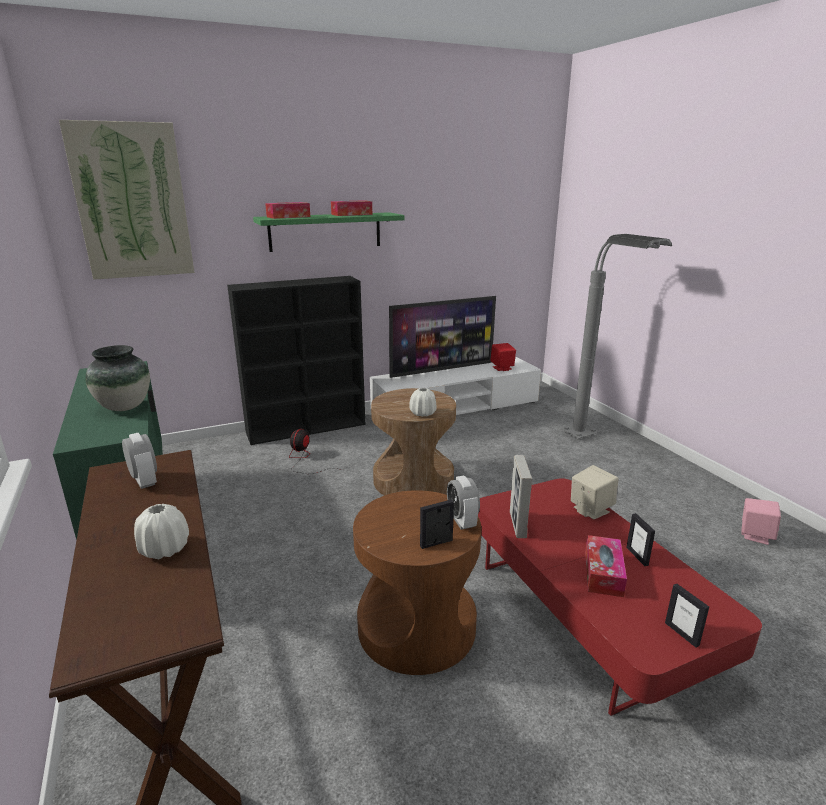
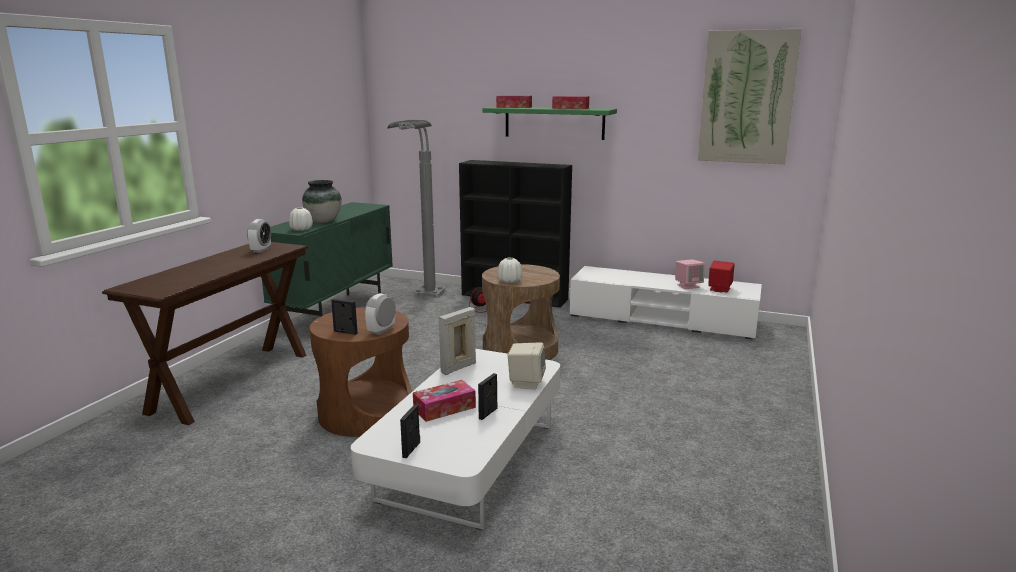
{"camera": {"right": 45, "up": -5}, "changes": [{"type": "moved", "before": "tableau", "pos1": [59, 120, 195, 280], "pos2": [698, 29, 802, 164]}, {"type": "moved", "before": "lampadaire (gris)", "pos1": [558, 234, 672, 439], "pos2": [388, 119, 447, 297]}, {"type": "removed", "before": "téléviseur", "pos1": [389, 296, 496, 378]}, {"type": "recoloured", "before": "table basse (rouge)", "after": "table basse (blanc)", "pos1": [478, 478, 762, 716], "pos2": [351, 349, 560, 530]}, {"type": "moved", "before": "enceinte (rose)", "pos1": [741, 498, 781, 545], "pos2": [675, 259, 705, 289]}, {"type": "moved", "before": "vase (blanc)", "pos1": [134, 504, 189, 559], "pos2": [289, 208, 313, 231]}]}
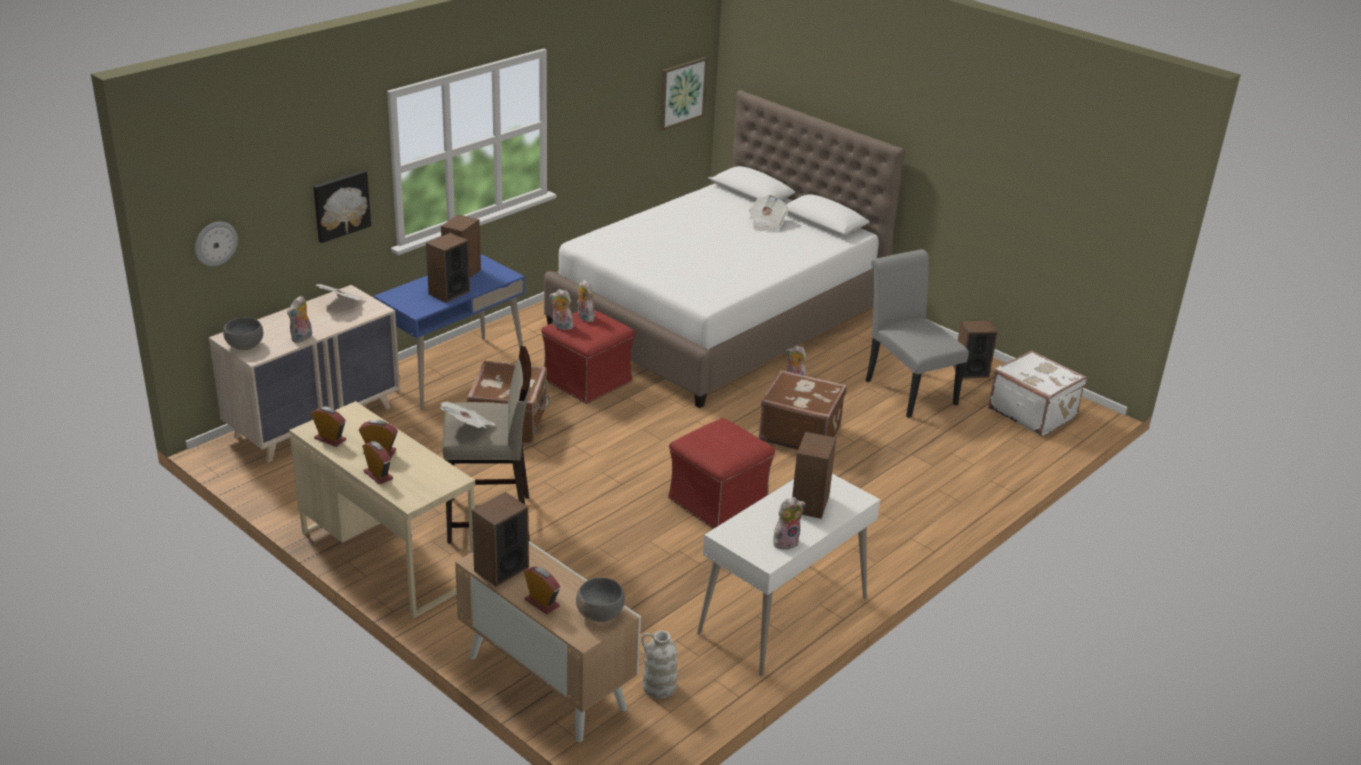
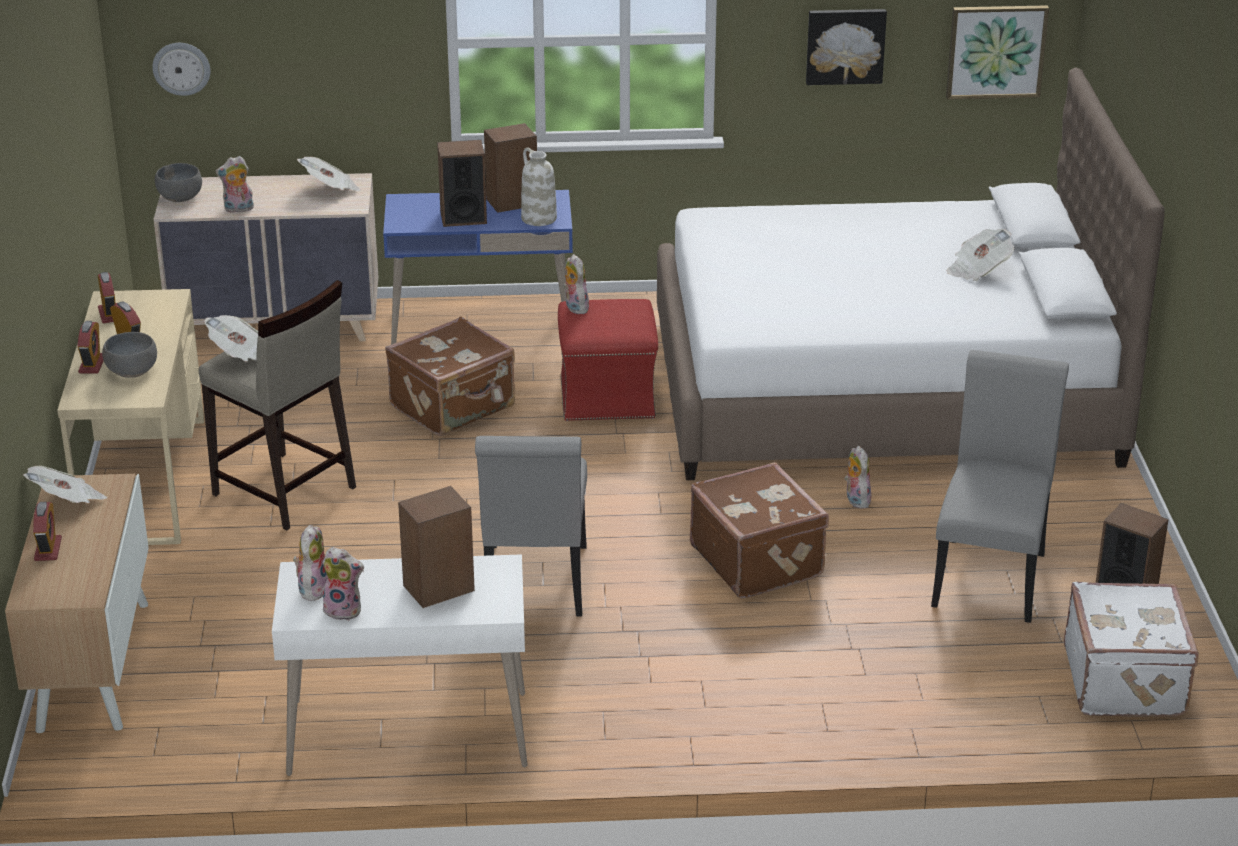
{"camera": {"right": 45, "up": 0}, "changes": [{"type": "moved", "before": "tableau", "pos1": [313, 170, 371, 243], "pos2": [806, 9, 887, 85]}, {"type": "moved", "before": "peluche", "pos1": [577, 280, 595, 322], "pos2": [293, 525, 328, 601]}, {"type": "replaced", "before": "pouf (rouge)", "after": "chaise (gris)", "pos1": [668, 418, 775, 529], "pos2": [475, 436, 587, 616]}, {"type": "replaced", "before": "enceinte", "after": "journal", "pos1": [472, 492, 529, 586], "pos2": [23, 466, 107, 503]}, {"type": "moved", "before": "bol (gris)", "pos1": [576, 577, 625, 622], "pos2": [102, 332, 157, 378]}, {"type": "moved", "before": "vase (blanc)", "pos1": [641, 631, 677, 699], "pos2": [521, 147, 557, 226]}]}
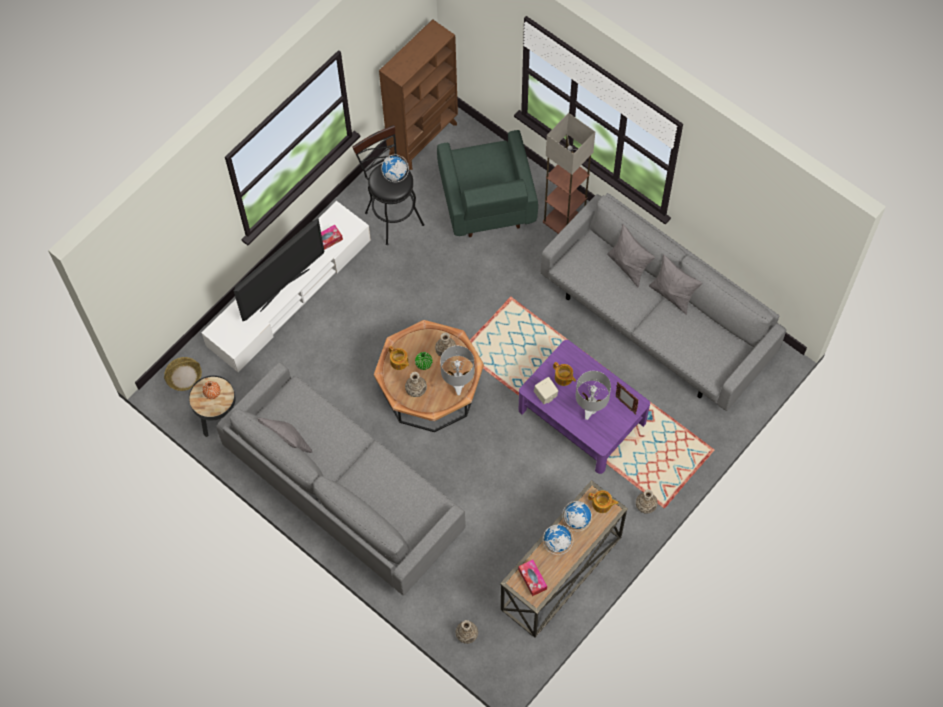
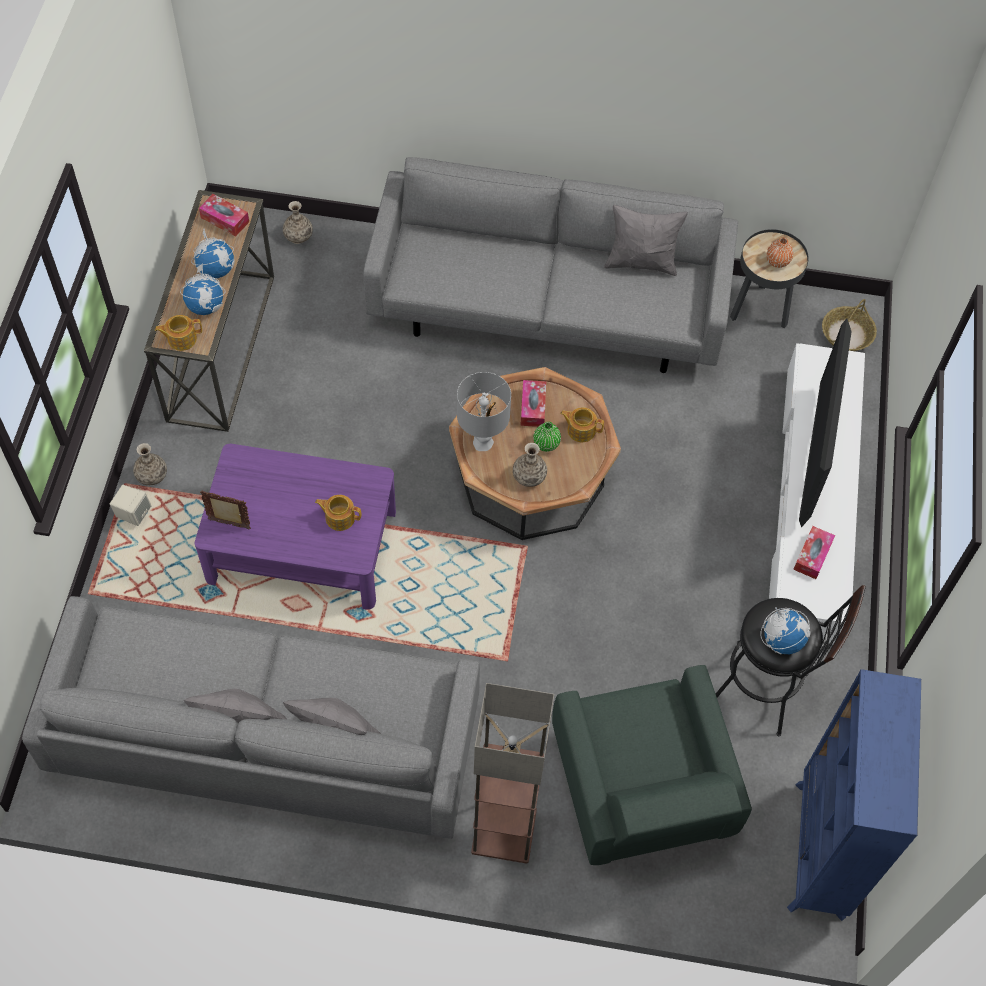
{"camera": {"right": 145, "up": -5}, "changes": [{"type": "recoloured", "before": "bibliothèque (marron)", "after": "bibliothèque (bleu)", "pos1": [379, 19, 458, 170], "pos2": [787, 669, 921, 921]}, {"type": "turned", "before": "fauteuil (vert)", "pos1": [437, 130, 538, 237], "pos2": [552, 665, 752, 865], "turn": -150}, {"type": "removed", "before": "lampe de table (gris)", "pos1": [576, 371, 611, 420]}, {"type": "replaced", "before": "vase", "after": "boîte à mouchoirs", "pos1": [405, 372, 427, 397], "pos2": [520, 380, 546, 427]}, {"type": "moved", "before": "enceinte (beige)", "pos1": [534, 377, 558, 404], "pos2": [110, 485, 151, 526]}]}
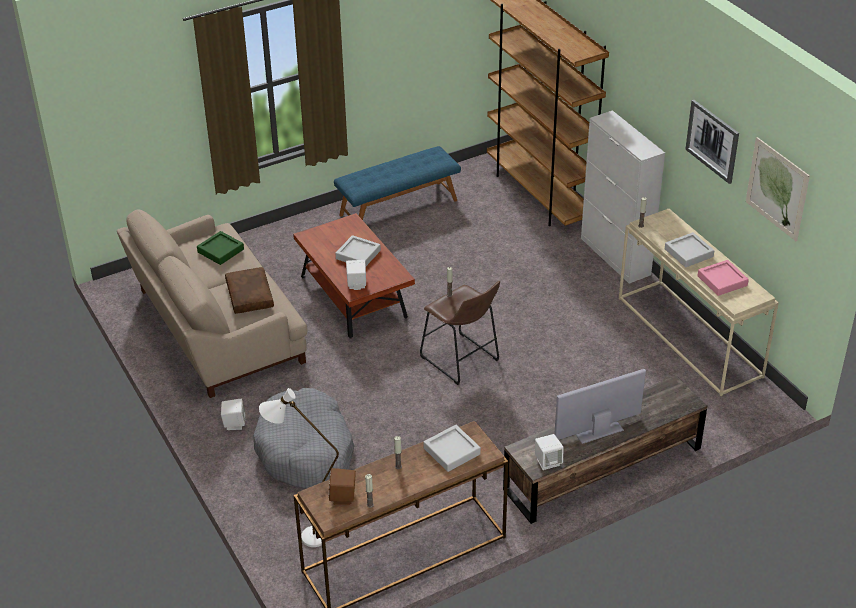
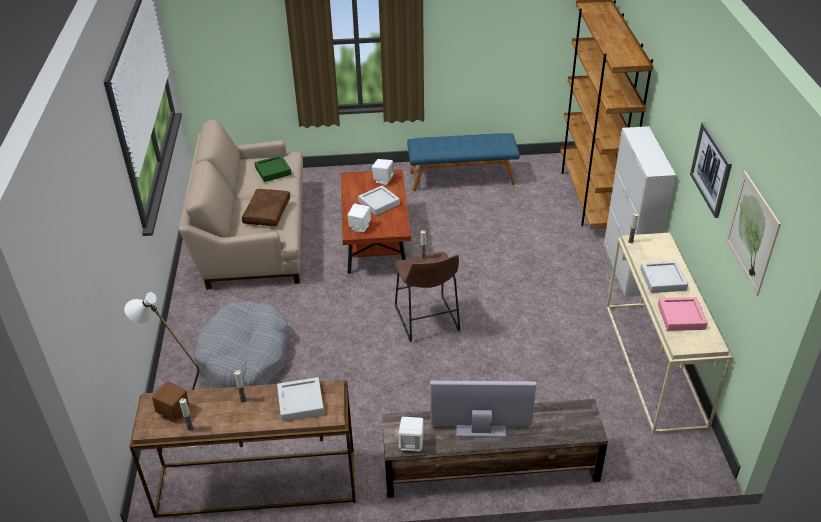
{"camera": {"right": 25, "up": 0}, "changes": [{"type": "moved", "before": "enceinte (blanc)", "pos1": [221, 399, 245, 430], "pos2": [372, 159, 394, 185]}]}
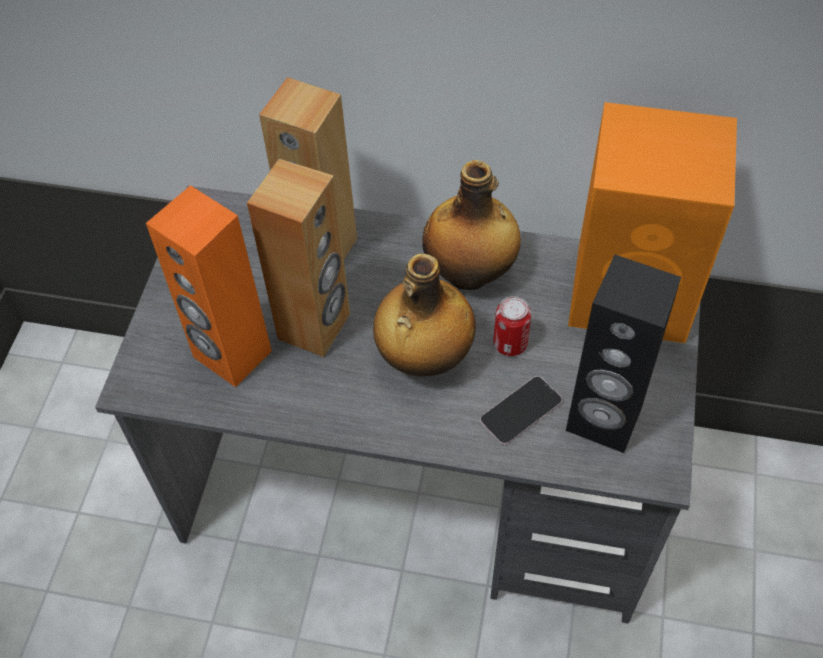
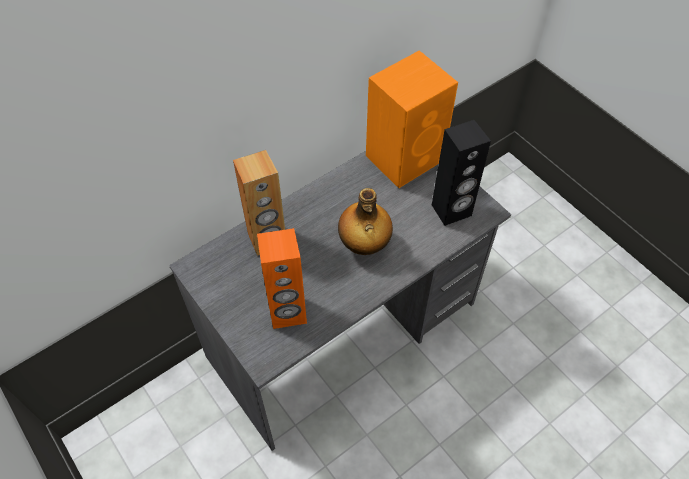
{"camera": {"right": -50, "up": 0}, "changes": [{"type": "removed", "before": "enceinte (marron)", "pos1": [247, 159, 350, 357]}, {"type": "removed", "before": "bouteille", "pos1": [422, 160, 521, 290]}, {"type": "removed", "before": "boîte métallique", "pos1": [493, 296, 531, 356]}, {"type": "removed", "before": "téléphone", "pos1": [480, 376, 562, 445]}]}
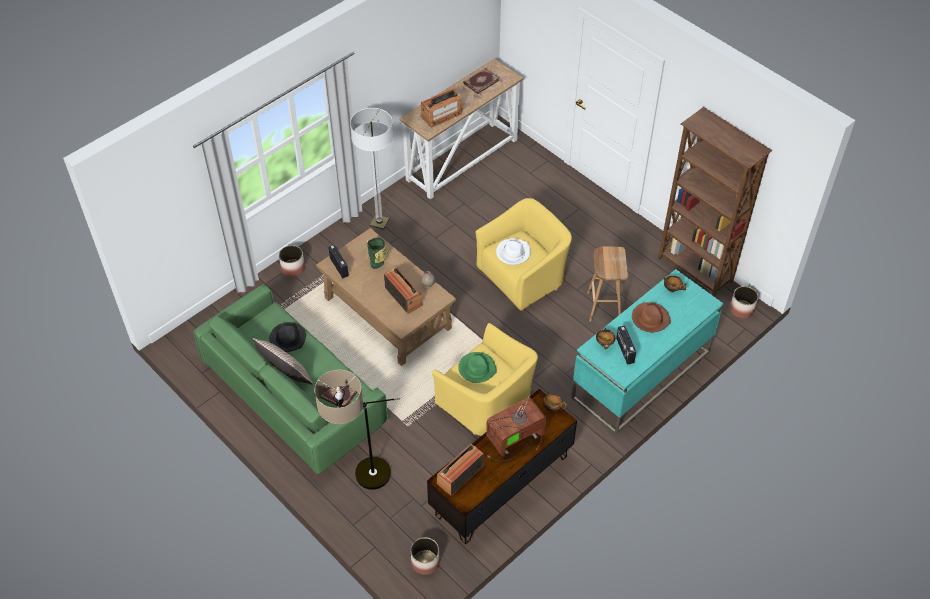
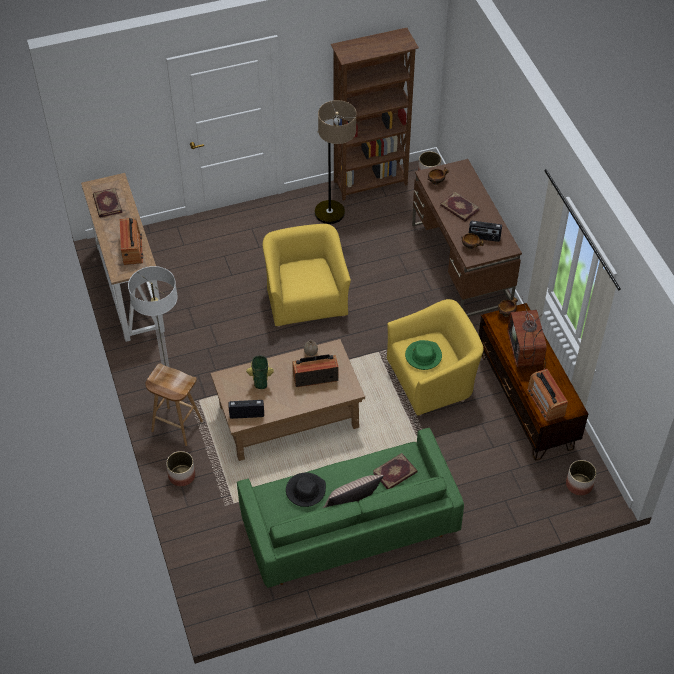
{"camera": {"right": -65, "up": 0}, "changes": [{"type": "removed", "before": "chapeau (blanc)", "pos1": [496, 238, 531, 265]}, {"type": "moved", "before": "tabouret (marron)", "pos1": [587, 247, 628, 322], "pos2": [146, 364, 203, 446]}, {"type": "recoloured", "before": "bureau (turquoise)", "after": "bureau (marron)", "pos1": [572, 269, 724, 435], "pos2": [412, 159, 522, 317]}, {"type": "replaced", "before": "chapeau (marron)", "after": "livre", "pos1": [632, 302, 671, 332], "pos2": [440, 192, 480, 222]}, {"type": "moved", "before": "lampadaire", "pos1": [315, 370, 400, 490], "pos2": [315, 100, 356, 224]}]}
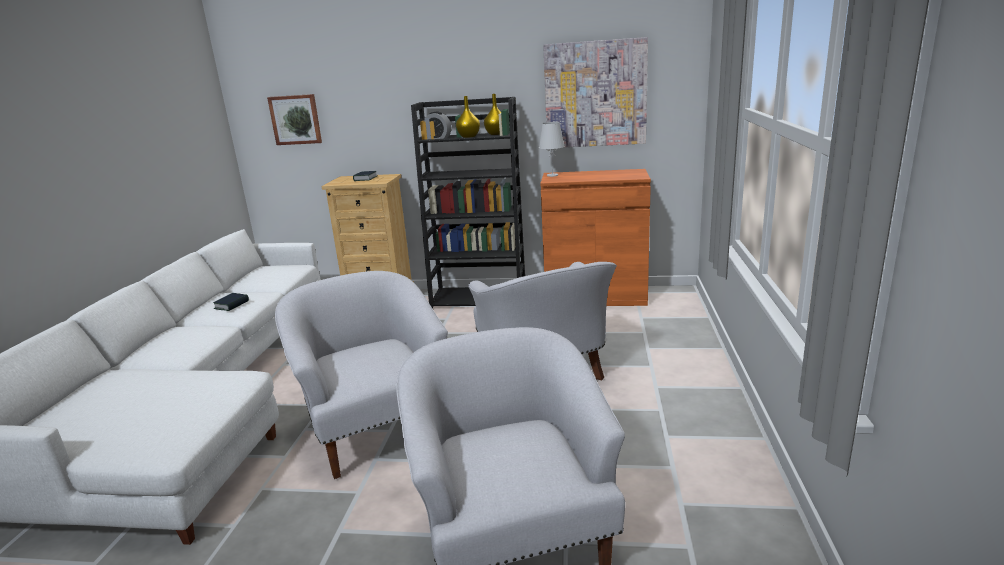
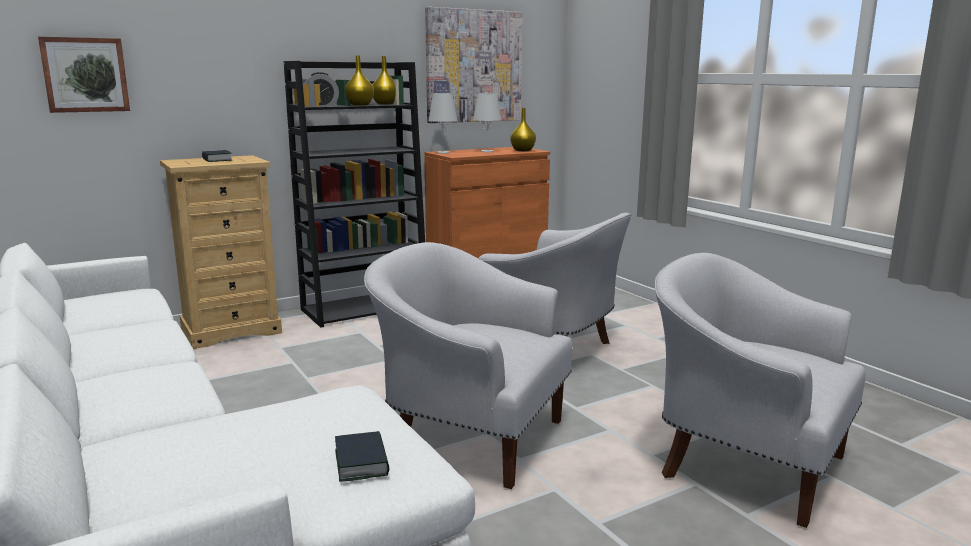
{"camera": {"right": -40, "up": -5}, "changes": [{"type": "moved", "before": "livre", "pos1": [213, 293, 249, 311], "pos2": [335, 431, 389, 482]}, {"type": "added", "after": "lampe de table (blanc)", "pos2": [473, 93, 502, 152]}, {"type": "added", "after": "vase (jaune)", "pos2": [510, 108, 536, 151]}]}
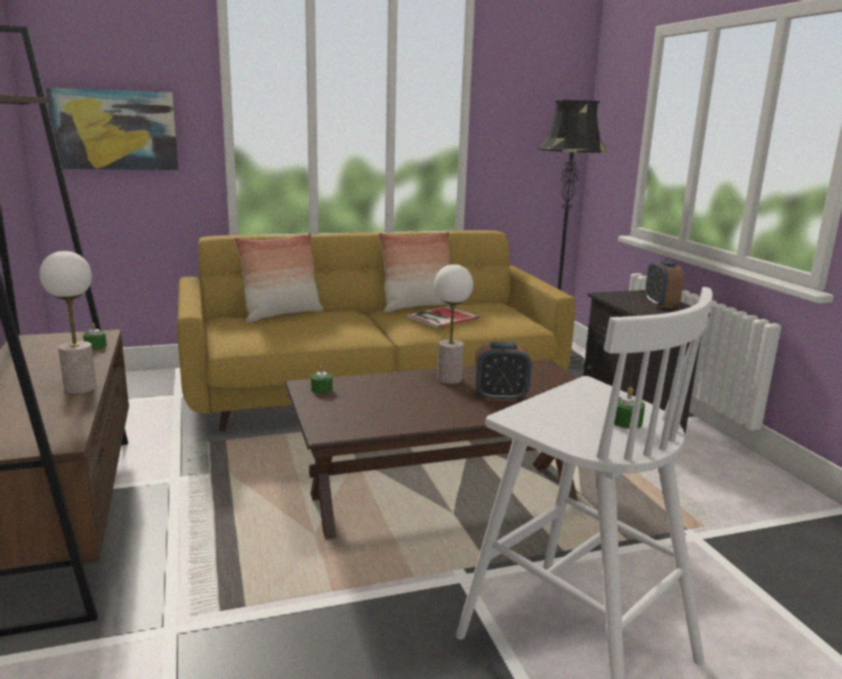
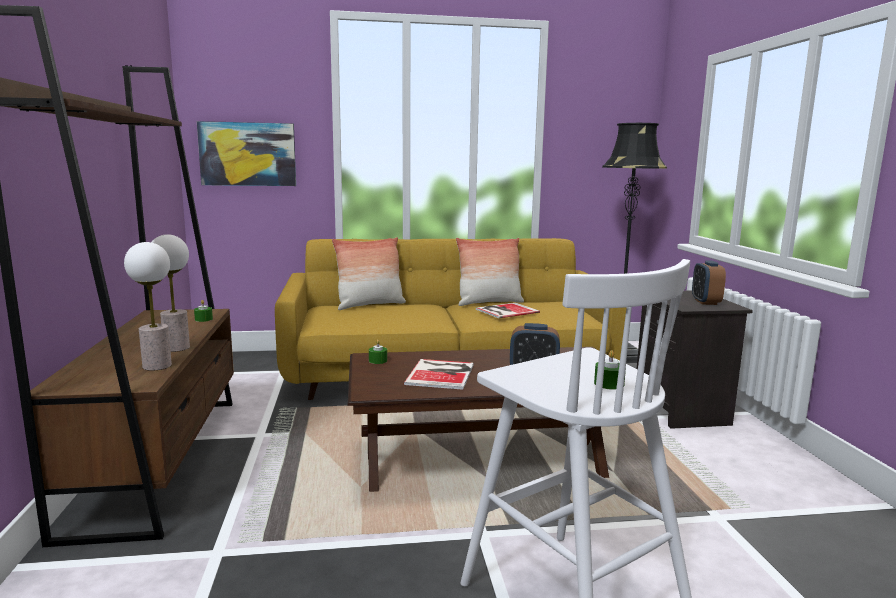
{"camera": {"right": 10, "up": -5}, "changes": [{"type": "moved", "before": "lampe de table", "pos1": [434, 264, 473, 384], "pos2": [124, 242, 172, 371]}, {"type": "added", "after": "livre", "pos2": [404, 359, 474, 390]}]}
